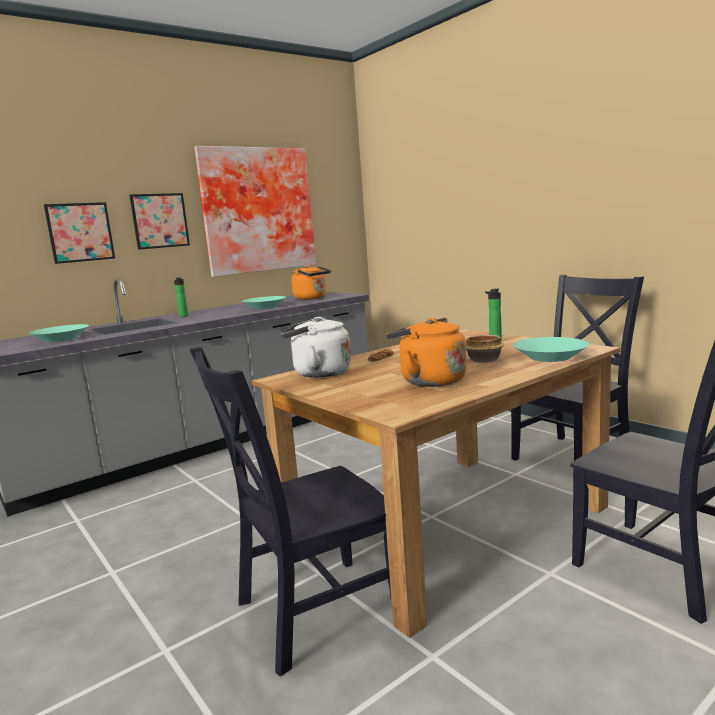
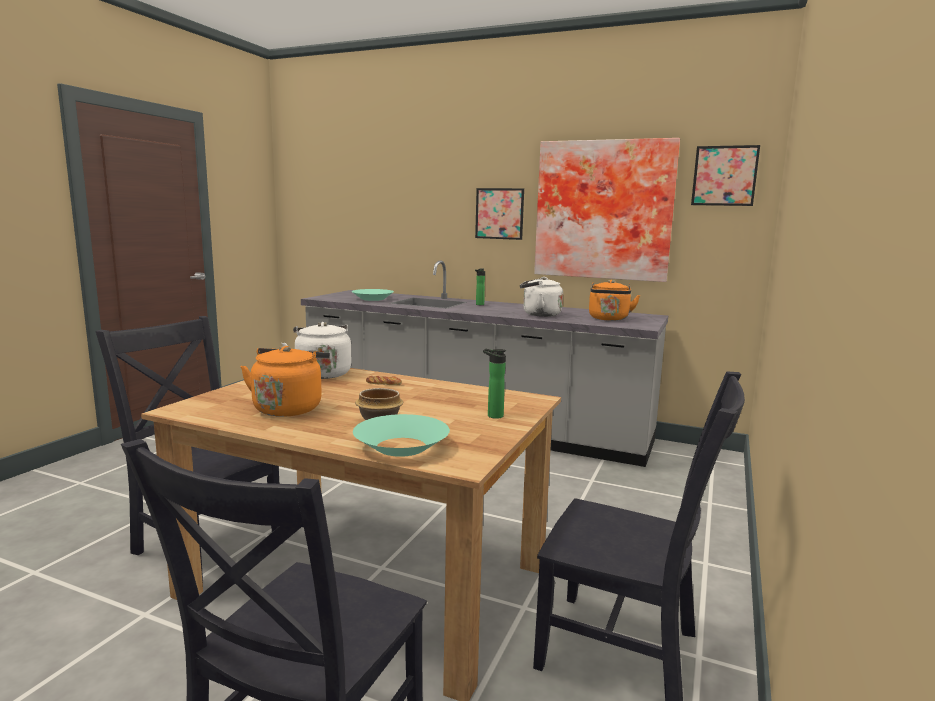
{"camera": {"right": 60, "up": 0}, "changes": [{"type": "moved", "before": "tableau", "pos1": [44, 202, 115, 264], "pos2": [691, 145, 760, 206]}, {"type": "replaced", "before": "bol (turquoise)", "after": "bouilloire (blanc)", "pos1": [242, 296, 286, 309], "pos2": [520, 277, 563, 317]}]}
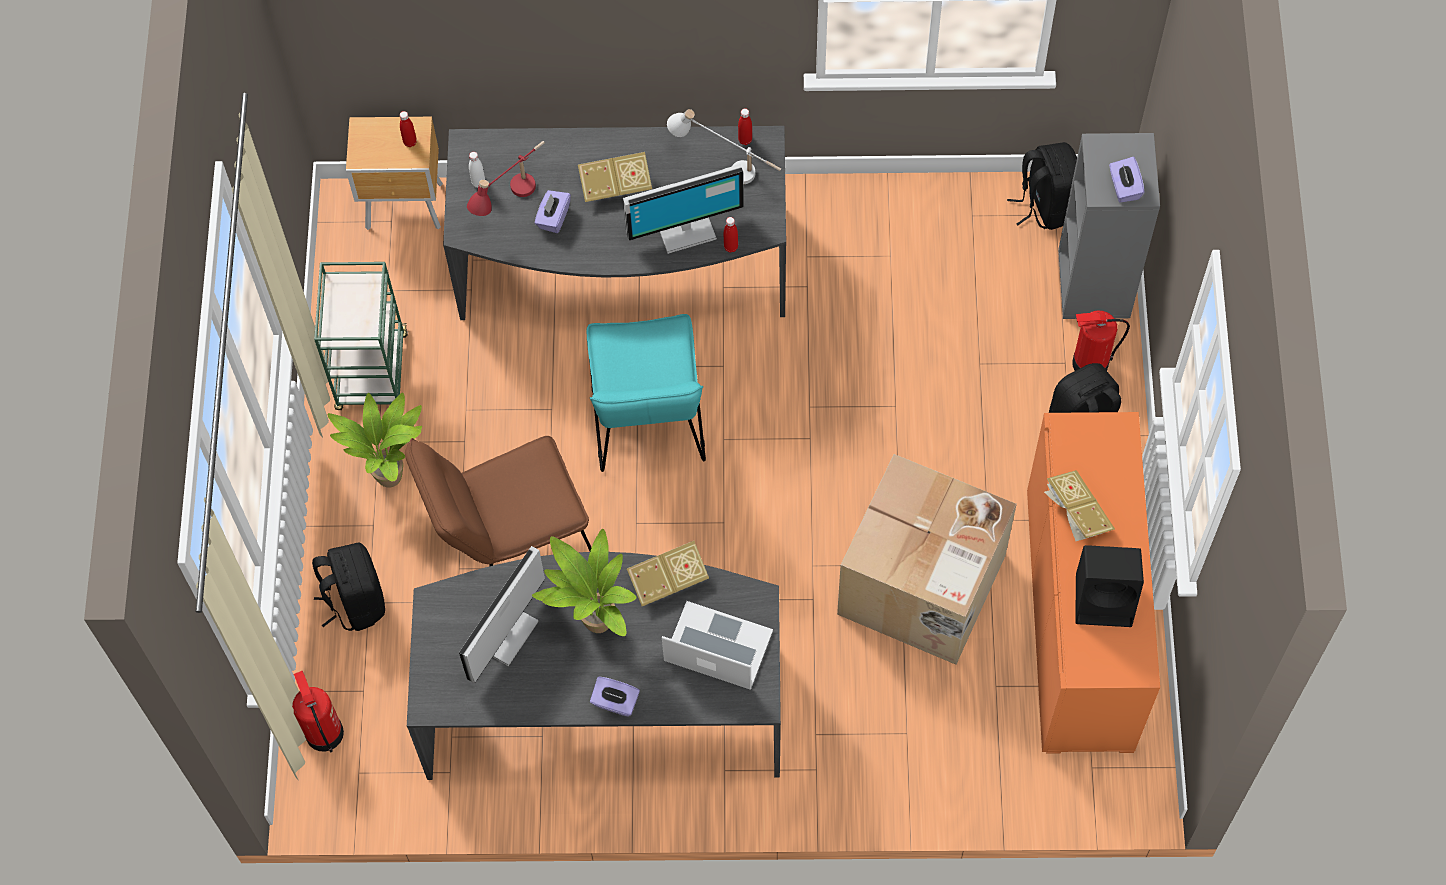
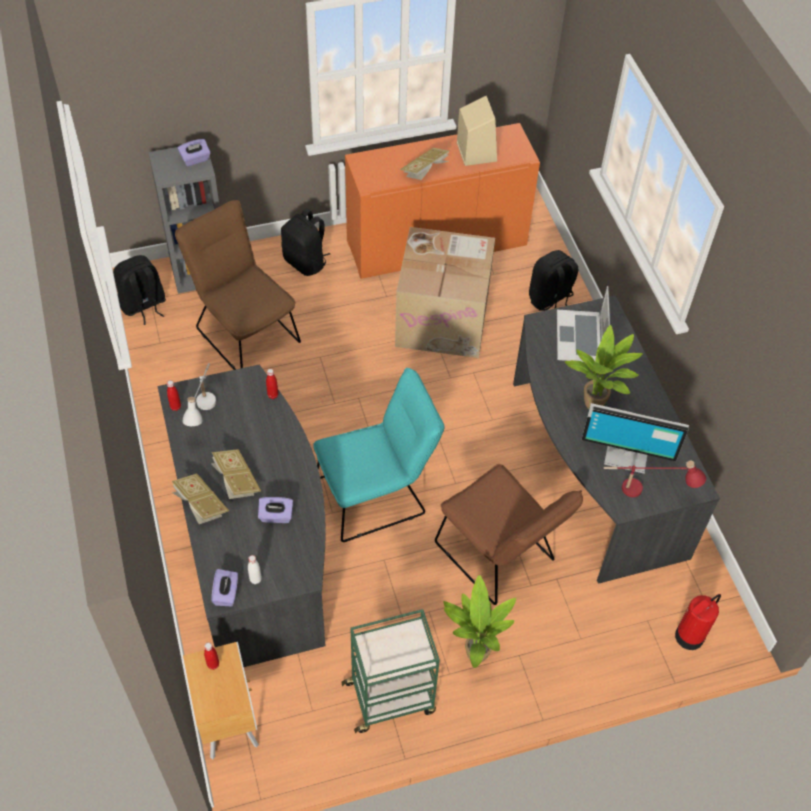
{"camera": {"right": -110, "up": -10}, "changes": [{"type": "moved", "before": "lampe de table (rouge)", "pos1": [467, 141, 545, 216], "pos2": [604, 461, 706, 497]}, {"type": "removed", "before": "écran d'ordinateur", "pos1": [623, 164, 744, 254]}, {"type": "removed", "before": "extincteur", "pos1": [1072, 311, 1130, 371]}, {"type": "moved", "before": "livre", "pos1": [627, 541, 709, 606], "pos2": [172, 474, 229, 524]}, {"type": "moved", "before": "sac à dos (noir)", "pos1": [312, 543, 385, 631], "pos2": [529, 250, 578, 311]}, {"type": "recoloured", "before": "enceinte (noir)", "after": "enceinte (beige)", "pos1": [1075, 545, 1144, 627], "pos2": [457, 96, 497, 166]}, {"type": "moved", "before": "boîte à mouchoirs (violet)", "pos1": [590, 676, 640, 717], "pos2": [211, 569, 238, 606]}, {"type": "added", "after": "chaise (marron)", "pos2": [175, 200, 301, 370]}]}
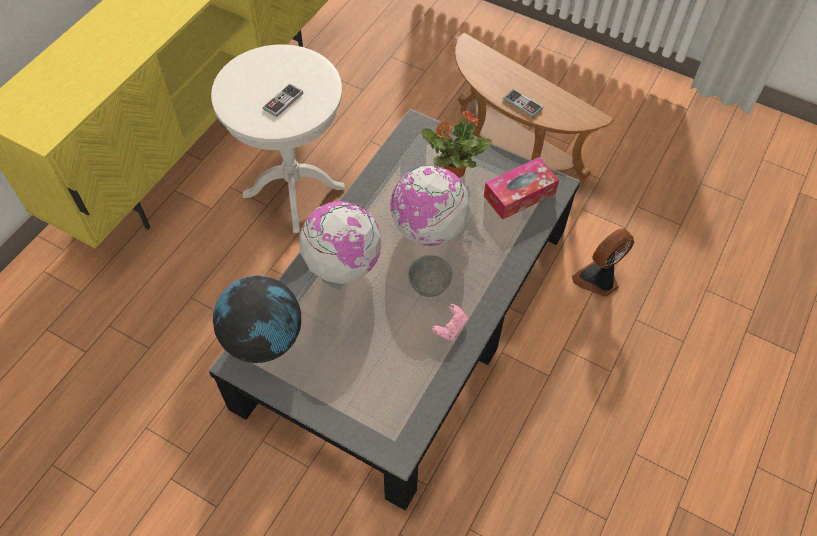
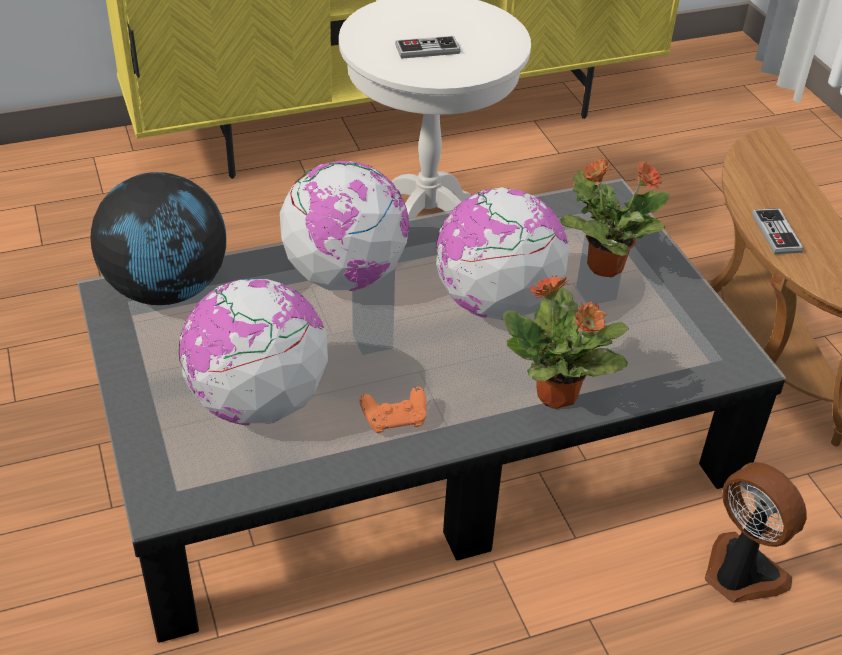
{"camera": {"right": 40, "up": -15}, "changes": [{"type": "removed", "before": "boîte à mouchoirs", "pos1": [484, 157, 559, 220]}, {"type": "turned", "before": "ventilateur", "pos1": [572, 228, 634, 297], "pos2": [705, 462, 807, 603], "turn": 45}, {"type": "removed", "before": "bol (gris)", "pos1": [408, 255, 453, 297]}, {"type": "recoloured", "before": "manette (rose)", "after": "manette (orange)", "pos1": [432, 304, 468, 341], "pos2": [359, 386, 426, 433]}, {"type": "added", "after": "plante en pot", "pos2": [503, 275, 629, 409]}, {"type": "added", "after": "globe", "pos2": [179, 278, 328, 425]}]}
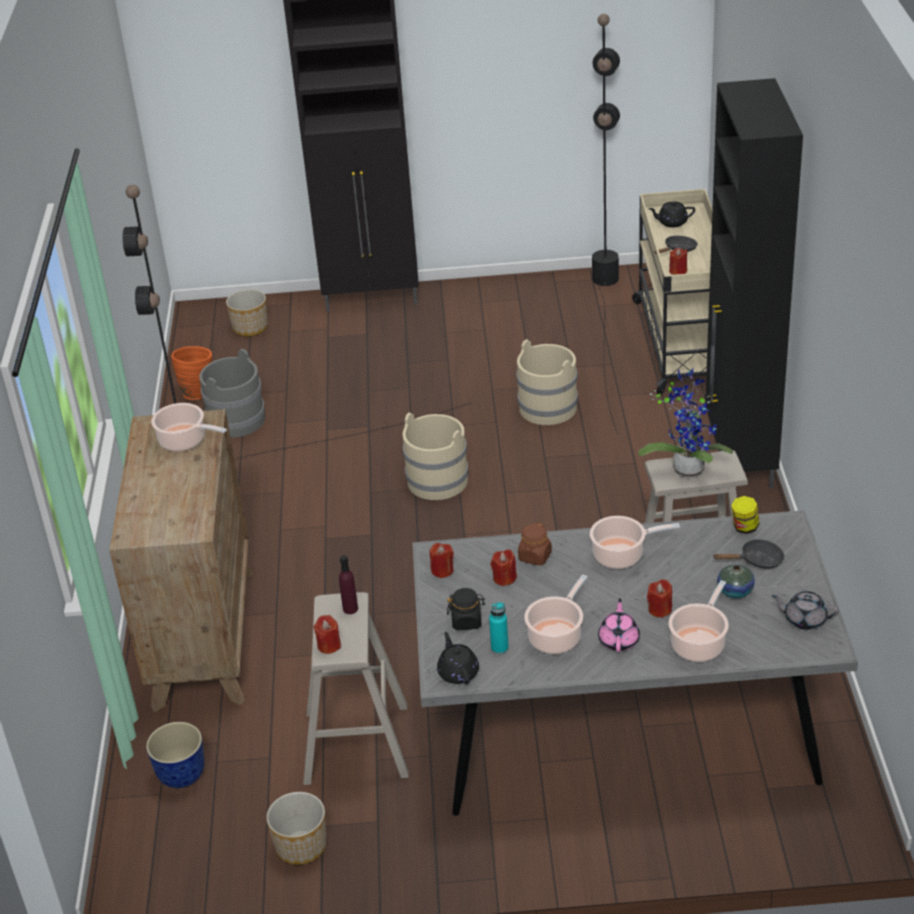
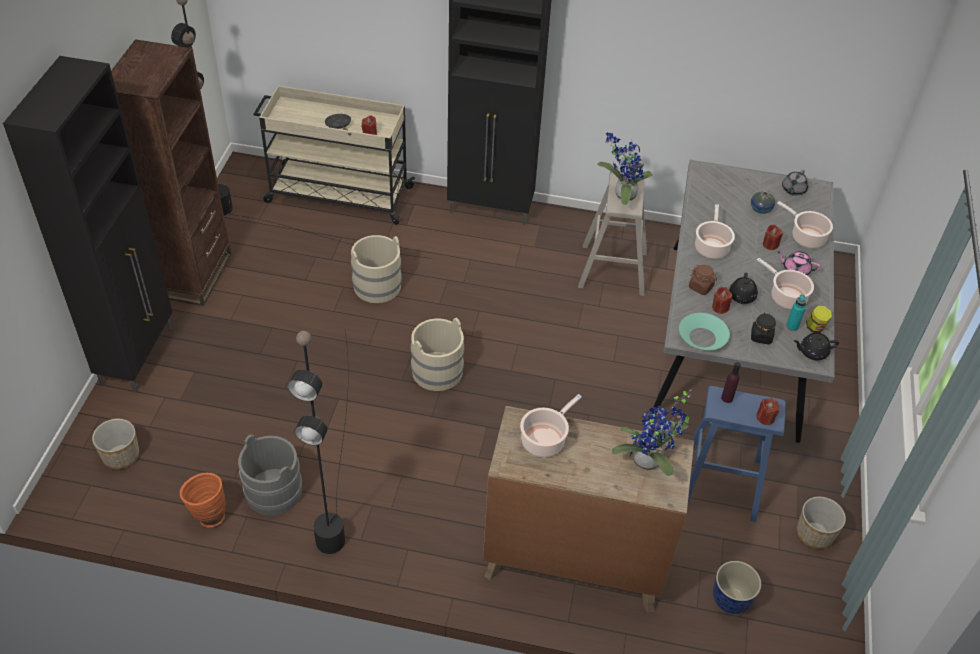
{"camera": {"right": -80, "up": 10}, "changes": [{"type": "moved", "before": "théière (noir)", "pos1": [648, 201, 695, 228], "pos2": [729, 273, 758, 304]}, {"type": "moved", "before": "bocal", "pos1": [731, 496, 759, 534], "pos2": [806, 306, 832, 333]}, {"type": "removed", "before": "poêle (noir)", "pos1": [713, 539, 785, 569]}, {"type": "replaced", "before": "bougie (rouge)", "after": "bol (turquoise)", "pos1": [430, 543, 454, 578], "pos2": [679, 313, 730, 350]}, {"type": "recoloured", "before": "tabouret (beige)", "after": "tabouret (bleu)", "pos1": [303, 592, 409, 785], "pos2": [688, 386, 786, 522]}, {"type": "added", "after": "bibliothèque (marron)", "pos2": [111, 39, 231, 306]}, {"type": "added", "after": "plante en pot", "pos2": [612, 389, 692, 476]}]}
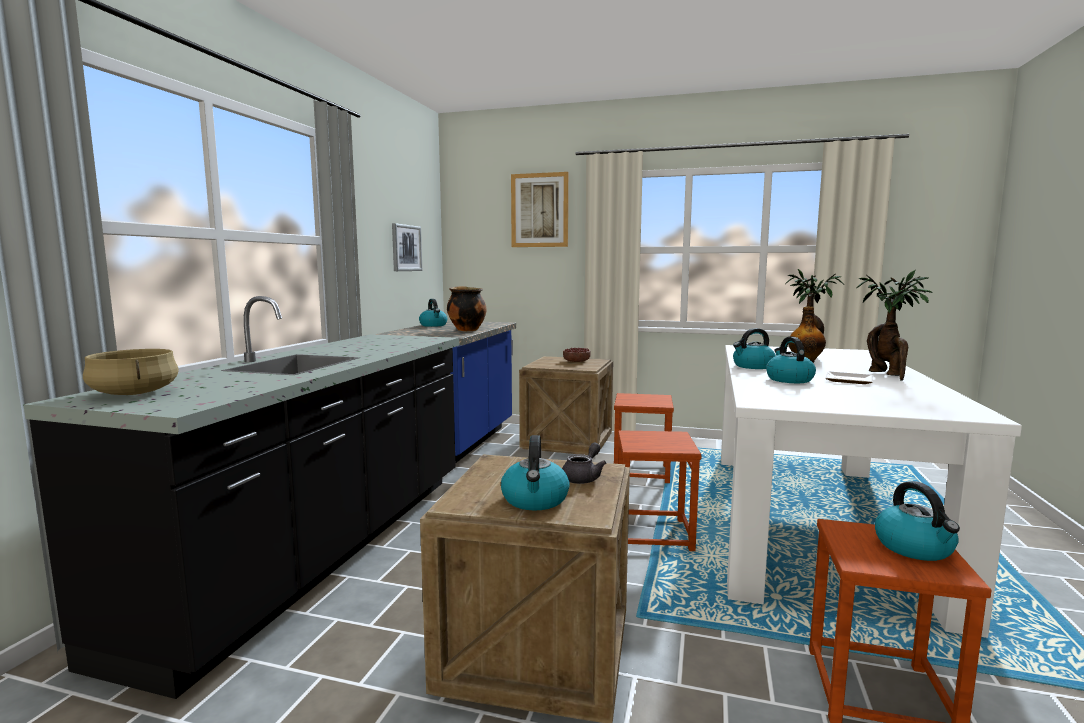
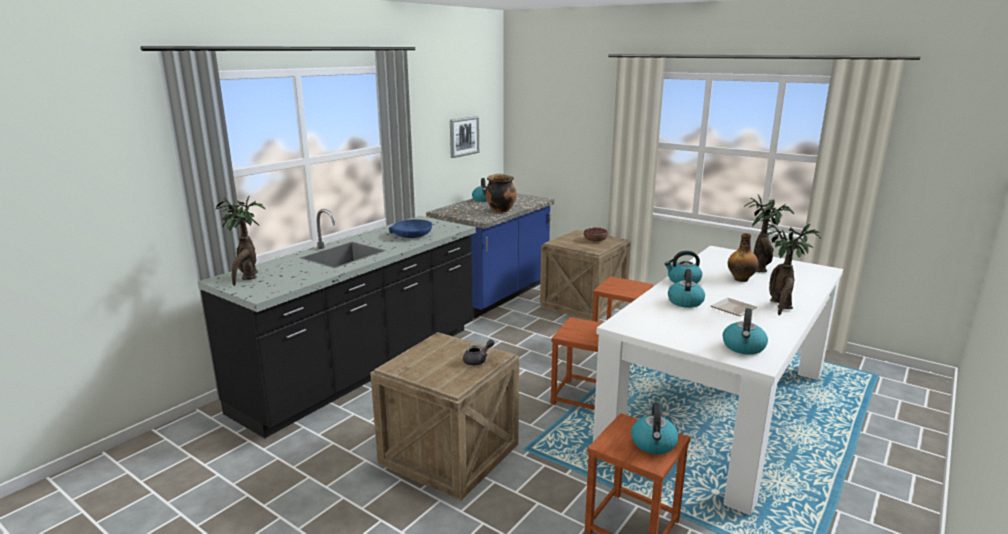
{"camera": {"right": 20, "up": 10}, "changes": [{"type": "removed", "before": "tableau", "pos1": [511, 172, 569, 247]}, {"type": "replaced", "before": "marmite (beige)", "after": "plante en pot", "pos1": [83, 349, 179, 395], "pos2": [215, 196, 266, 286]}, {"type": "moved", "before": "bouilloire", "pos1": [501, 435, 570, 510], "pos2": [723, 308, 768, 355]}, {"type": "added", "after": "bol (bleu)", "pos2": [389, 219, 432, 238]}]}
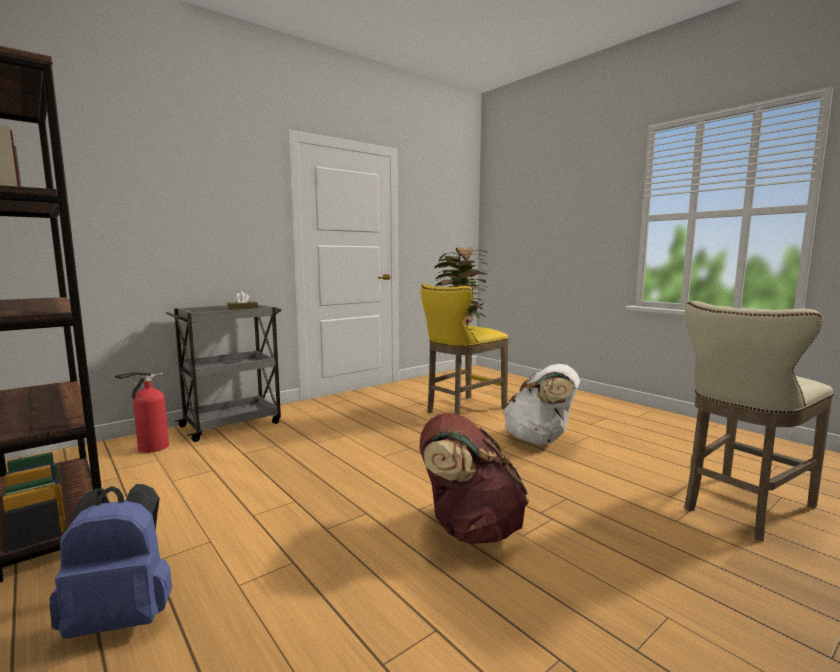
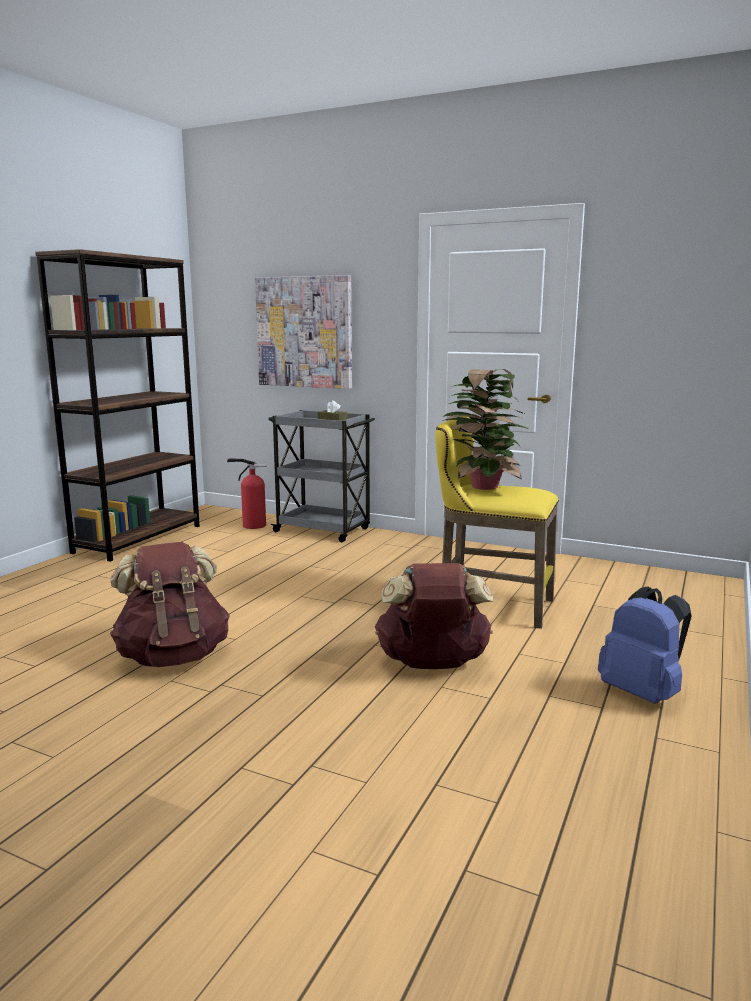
{"camera": {"right": 65, "up": 5}, "changes": [{"type": "removed", "before": "tabouret (beige)", "pos1": [684, 301, 834, 541]}, {"type": "recoloured", "before": "sac à dos (blanc)", "after": "sac à dos (marron)", "pos1": [503, 364, 580, 445], "pos2": [375, 563, 493, 669]}, {"type": "moved", "before": "sac à dos (bleu)", "pos1": [49, 484, 172, 639], "pos2": [598, 586, 692, 704]}, {"type": "added", "after": "tableau", "pos2": [255, 275, 352, 389]}]}
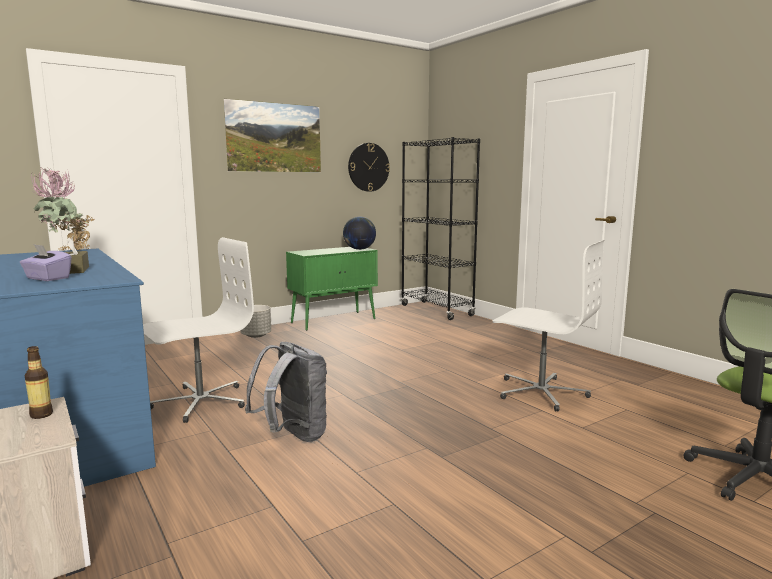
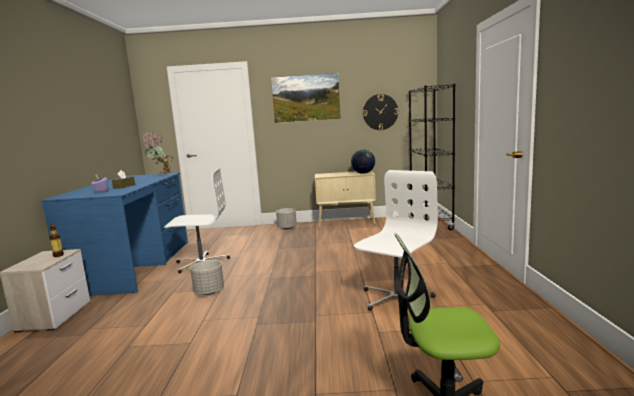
{"camera": {"right": 35, "up": 0}, "changes": [{"type": "turned", "before": "chaise de bureau (blanc)", "pos1": [492, 240, 604, 411], "pos2": [354, 170, 438, 311], "turn": -120}, {"type": "recoloured", "before": "meuble de rangement (vert)", "after": "meuble de rangement (beige)", "pos1": [286, 247, 378, 331], "pos2": [315, 171, 376, 228]}, {"type": "replaced", "before": "sac à dos (gris)", "after": "cache-pot (gris)", "pos1": [245, 342, 327, 442], "pos2": [190, 260, 224, 295]}]}
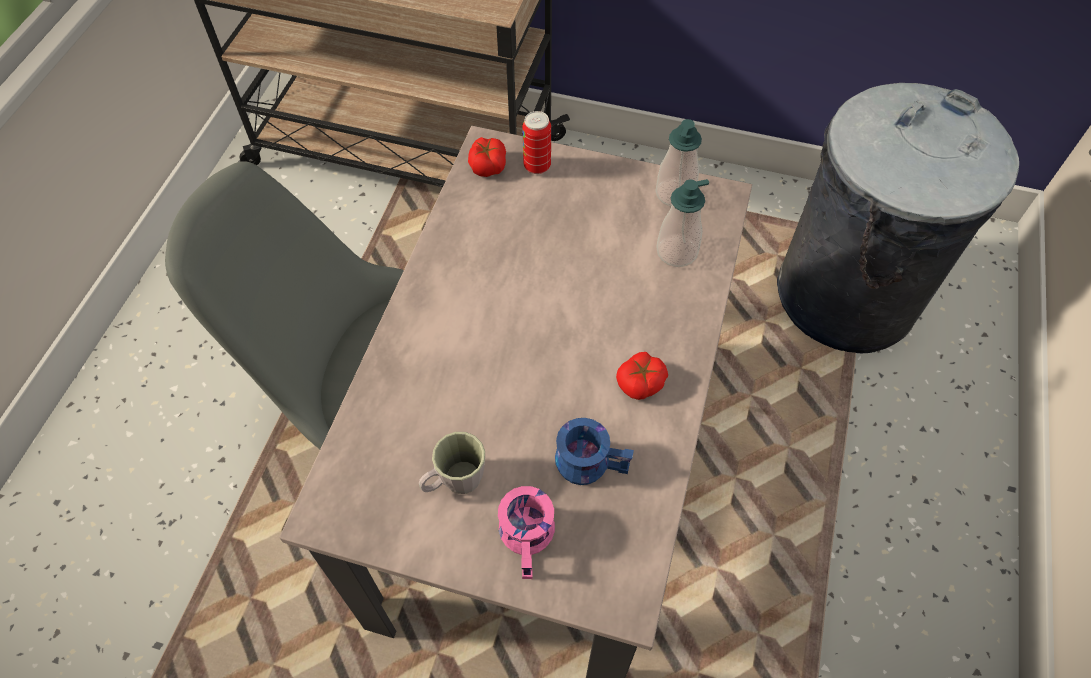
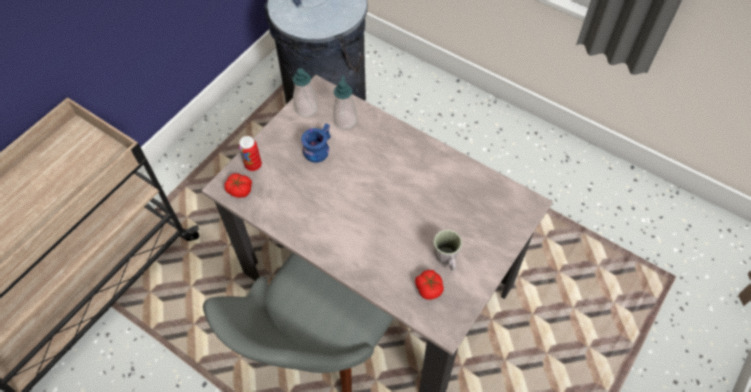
{"camera": {"right": -70, "up": 0}, "changes": [{"type": "moved", "before": "tomate", "pos1": [616, 352, 668, 400], "pos2": [415, 270, 444, 300]}, {"type": "moved", "before": "mug (bleu)", "pos1": [555, 418, 634, 485], "pos2": [301, 123, 331, 163]}, {"type": "removed", "before": "mug (rose)", "pos1": [498, 486, 555, 579]}]}
